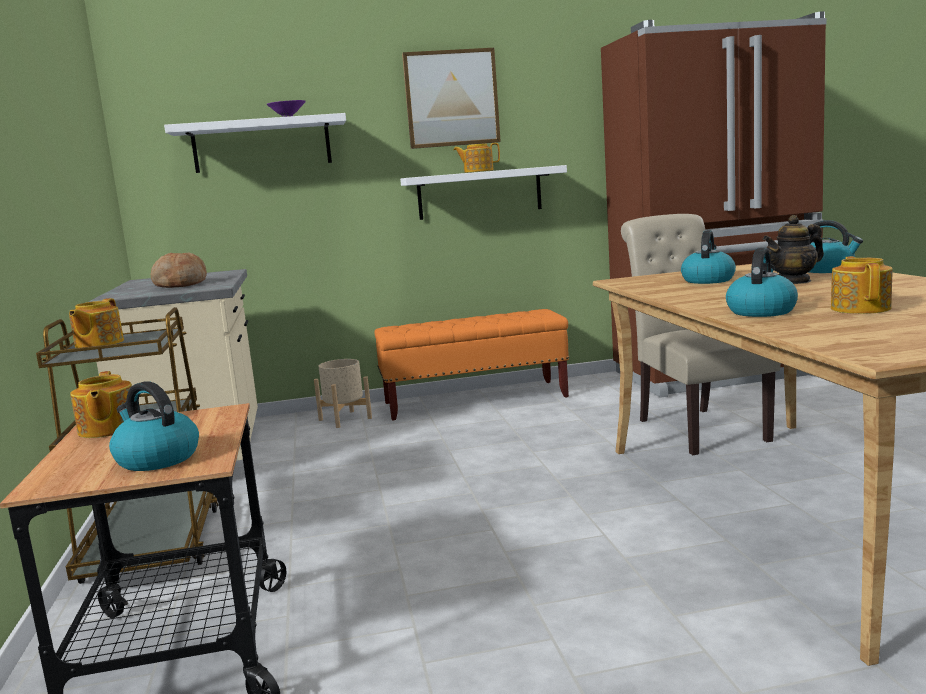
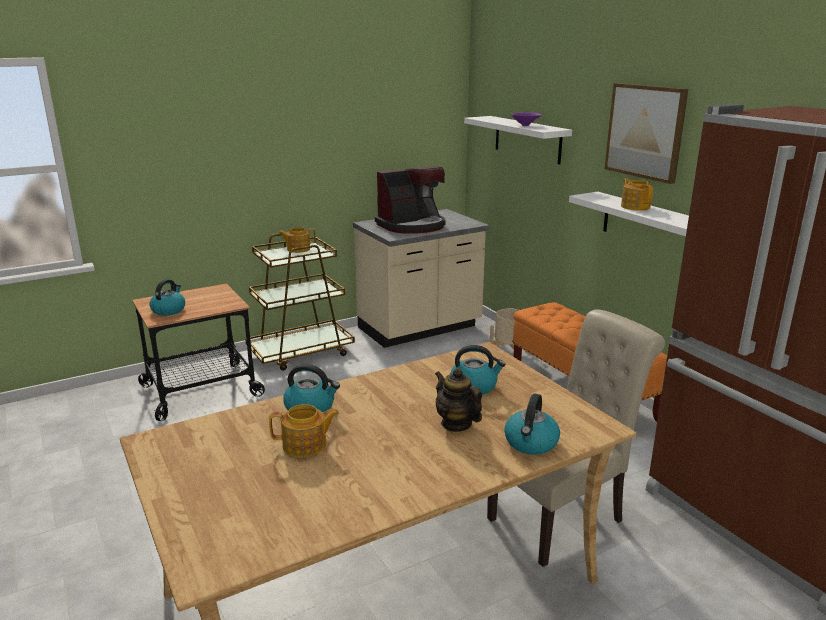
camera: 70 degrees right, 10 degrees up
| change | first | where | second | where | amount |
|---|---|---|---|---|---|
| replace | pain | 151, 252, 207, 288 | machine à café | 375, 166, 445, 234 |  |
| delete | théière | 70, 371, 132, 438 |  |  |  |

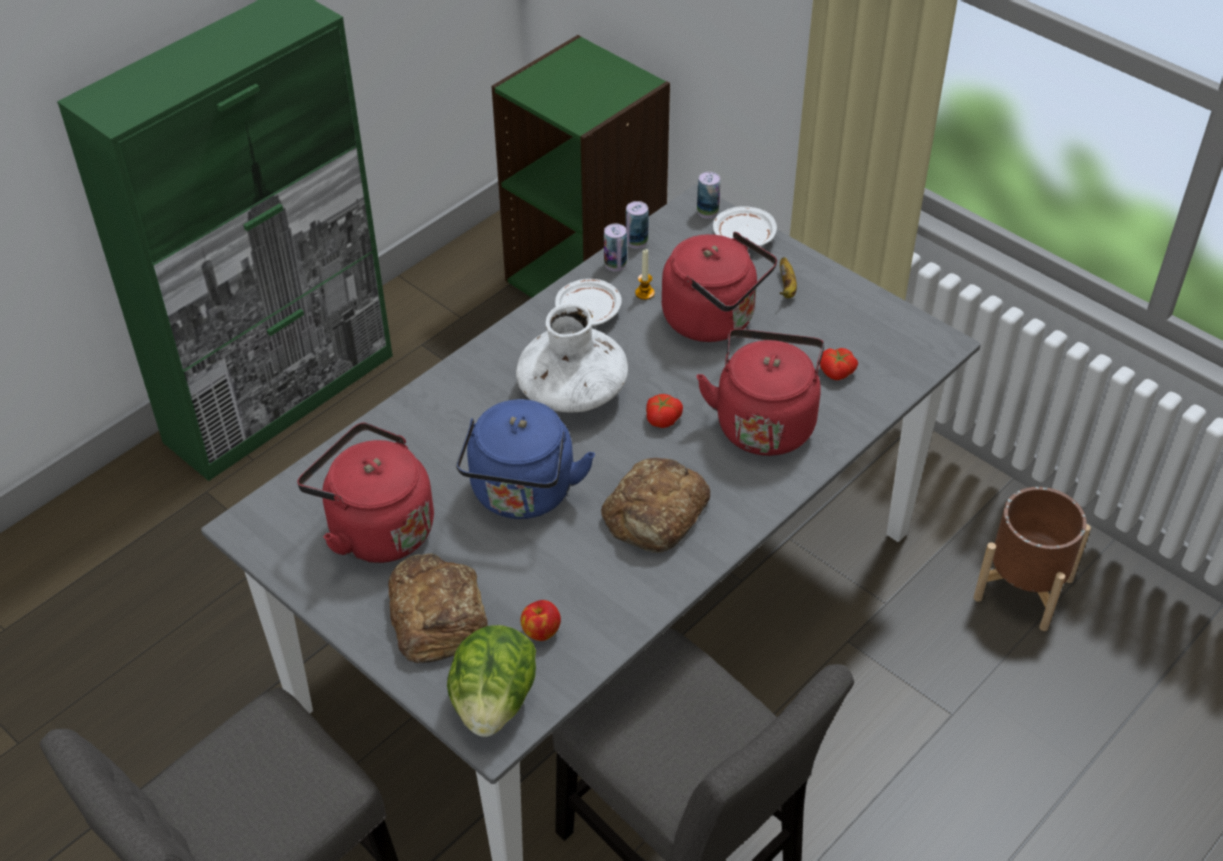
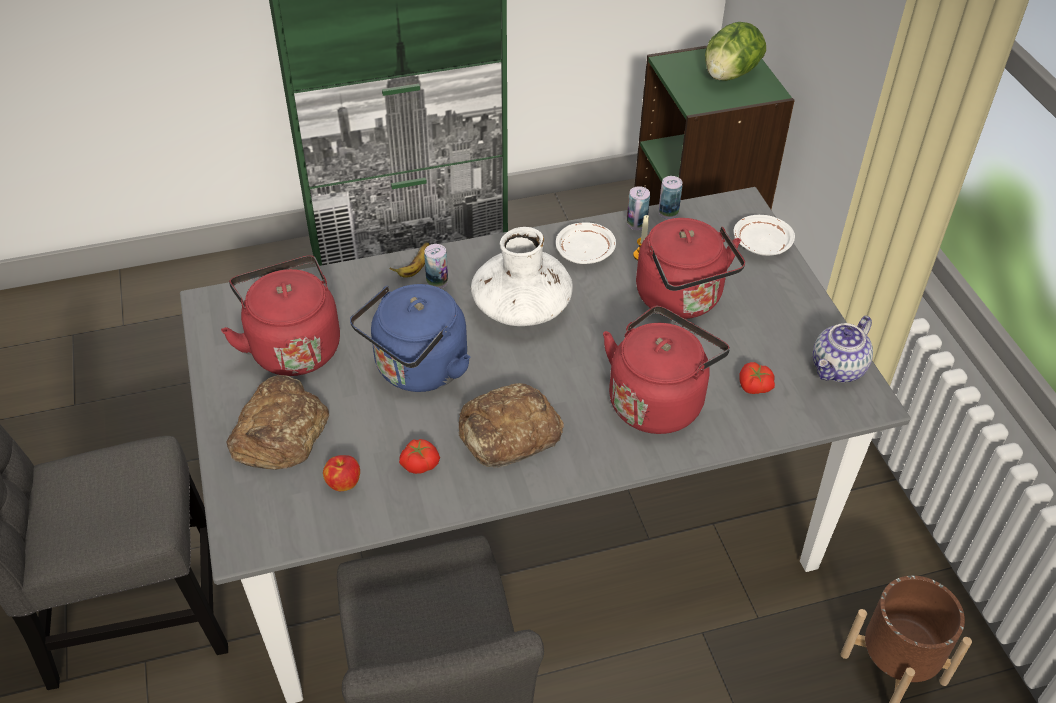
camera: 30 degrees right, 0 degrees up
| change | first | where | second | where | amount |
|---|---|---|---|---|---|
| move | boîte métallique | 697, 172, 720, 219 |  | 424, 244, 448, 289 |  |
| move | banane | 780, 257, 797, 298 |  | 389, 242, 429, 278 |  |
| move | tomate | 646, 394, 683, 428 |  | 399, 439, 440, 474 |  |
| move | laitue | 447, 625, 536, 737 |  | 705, 22, 766, 81 |  |
| insert |  |  | théière | 813, 316, 873, 382 |  |

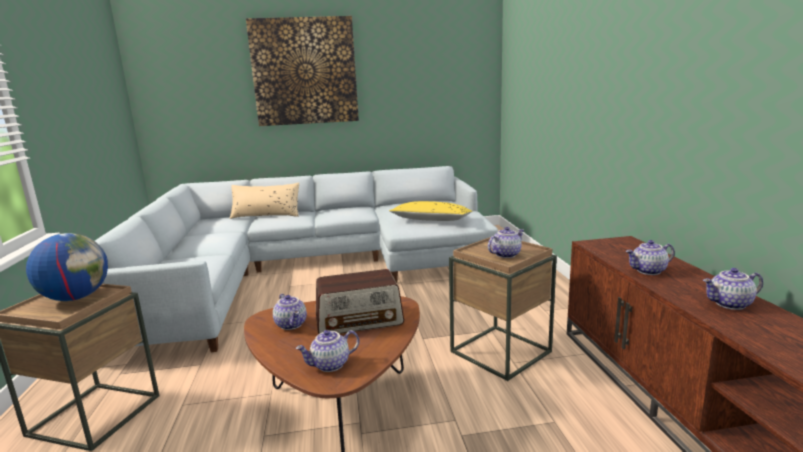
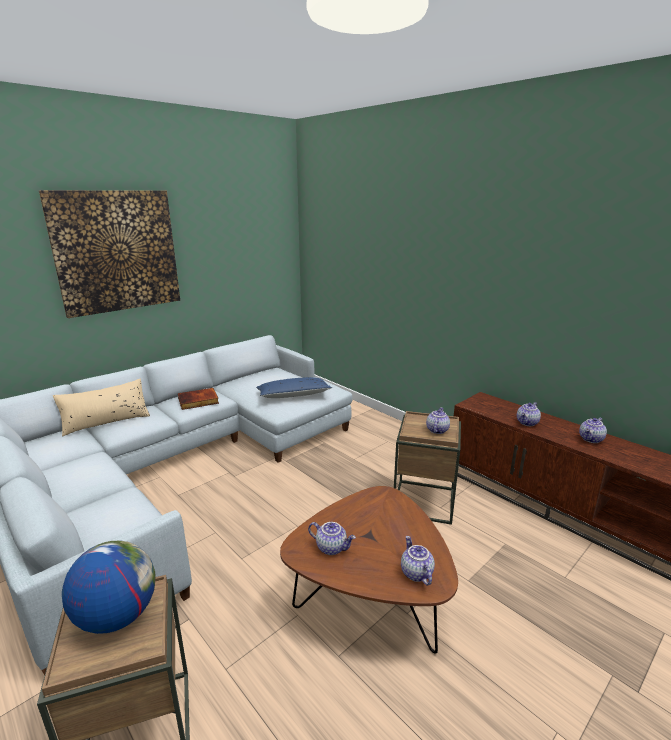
camera: 35 degrees left, 5 degrees up
| change | first | where | second | where | amount |
|---|---|---|---|---|---|
| recolor | coussin (jaune) | 389, 201, 472, 221 | coussin (bleu) | 256, 377, 332, 398 |  |
| delete | radio | 316, 269, 404, 334 |  |  |  |
| rotate | théière | 296, 330, 359, 372 |  | 401, 536, 435, 585 | 135 degrees clockwise |
| insert |  |  | livre | 178, 388, 219, 410 |  |

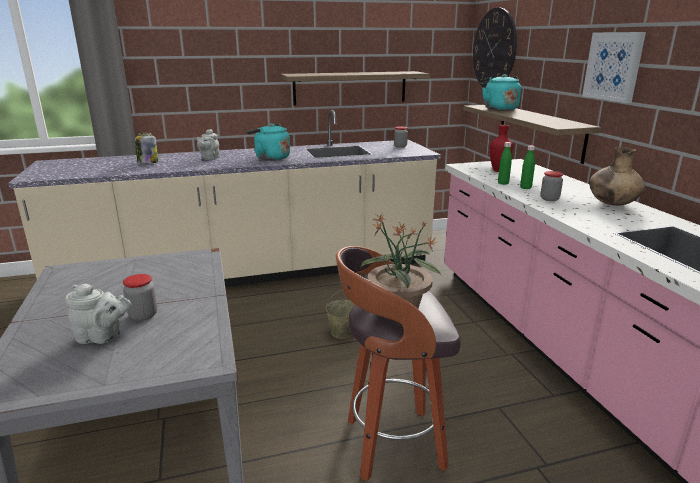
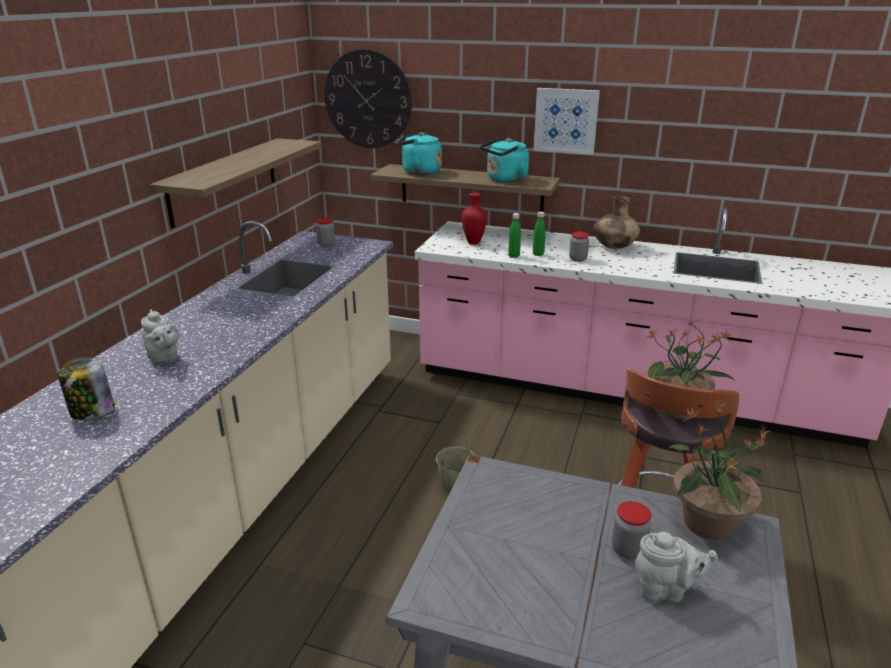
camera: 55 degrees left, 5 degrees up
| change | first | where | second | where | amount |
|---|---|---|---|---|---|
| move | bouilloire (turquoise) | 247, 124, 290, 161 |  | 480, 138, 529, 183 |  |
| rotate | théière (gris) | 65, 284, 131, 344 |  | 635, 532, 718, 602 | 60 degrees clockwise |
| insert |  |  | plante en pot | 667, 399, 770, 540 |  |

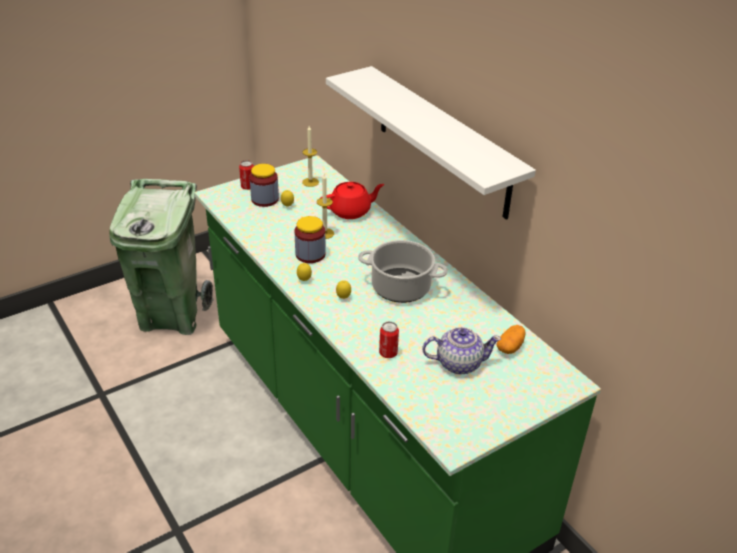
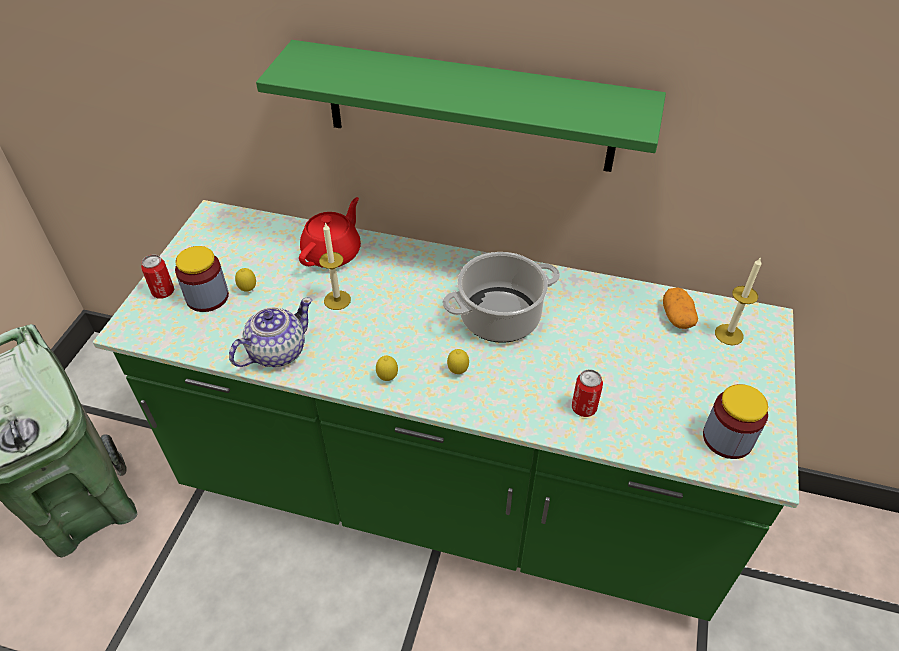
camera: 40 degrees left, 10 degrees up
| change | first | where | second | where | amount |
|---|---|---|---|---|---|
| recolor | étagère (blanc) | 326, 66, 536, 220 | étagère (vert) | 256, 40, 666, 172 |  |
| move | bougie | 302, 126, 319, 187 |  | 715, 257, 762, 345 |  |
| move | bocal | 295, 216, 326, 263 |  | 703, 384, 768, 459 |  |
| move | théière | 422, 327, 501, 374 |  | 229, 298, 312, 367 |  |

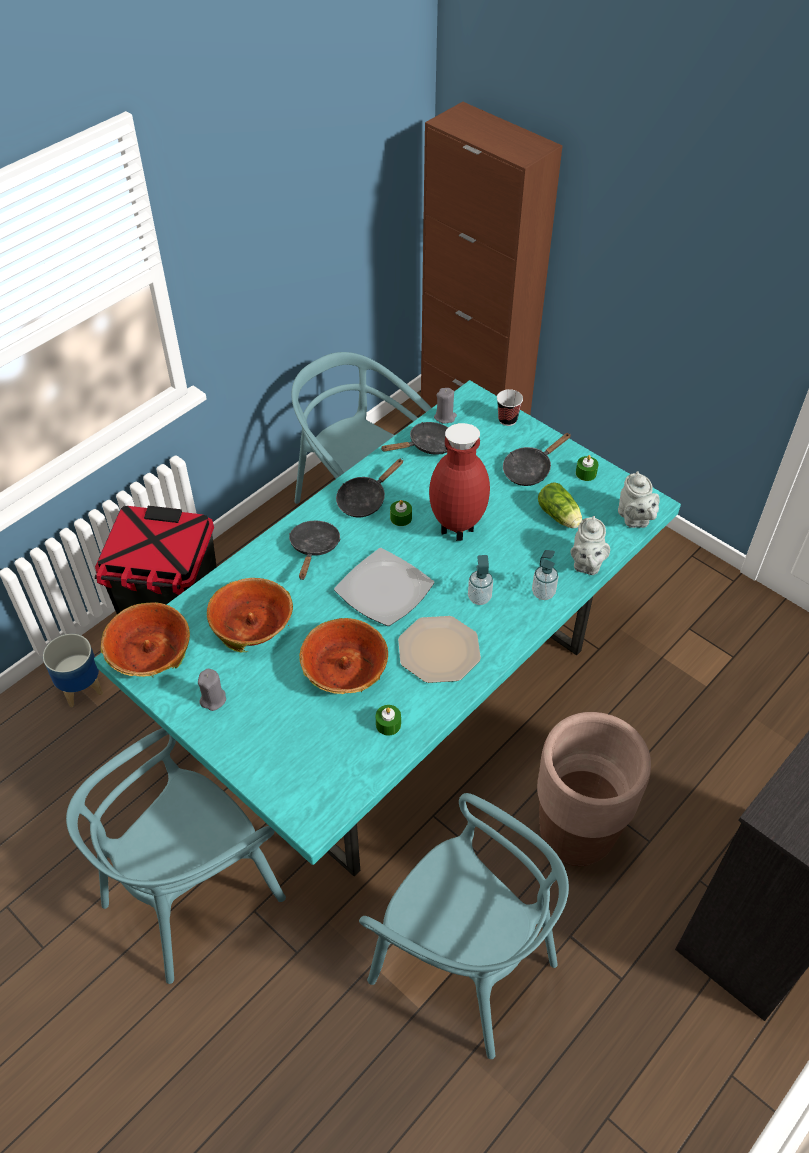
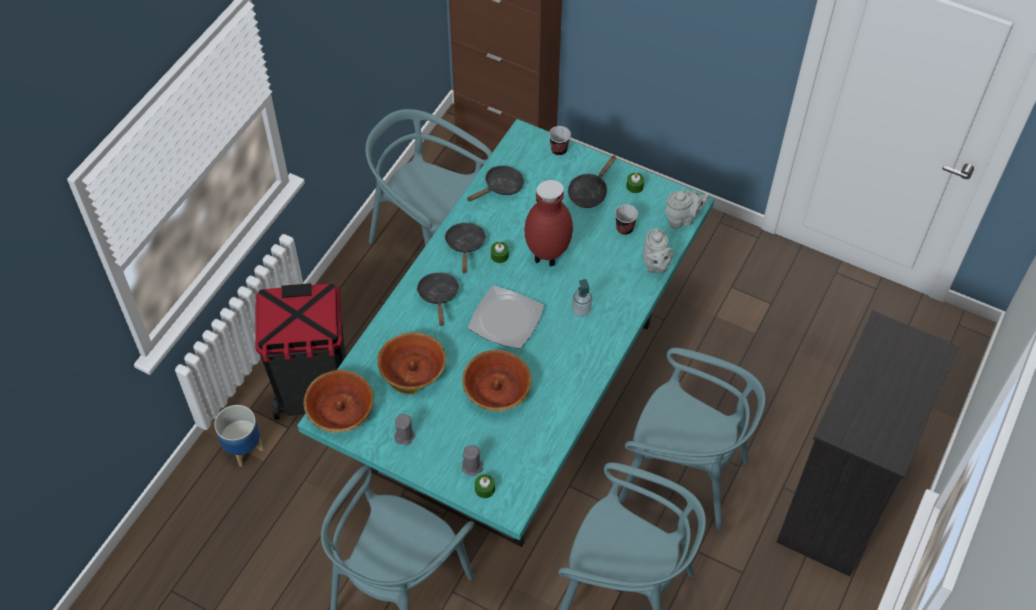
camera: 15 degrees left, 5 degrees up
| change | first | where | second | where | amount |
|---|---|---|---|---|---|
| move | bougie (gris) | 434, 388, 457, 424 |  | 462, 445, 483, 476 |  |
| rotate | poêle (noir) | 336, 459, 404, 517 |  | 444, 223, 486, 273 | 150 degrees clockwise |
| rotate | théière (gris) | 618, 471, 659, 528 |  | 666, 190, 710, 228 | 75 degrees counterclockwise |
| replace | laitue | 538, 483, 582, 528 | tasse | 615, 205, 638, 235 |  |
| delete | distributeur de savon | 532, 550, 559, 600 |  |  |  |
| delete | assiette | 398, 616, 481, 683 |  |  |  |
| move | bougie (vert) | 376, 705, 401, 735 |  | 475, 474, 495, 498 |  |
| replace | cache-pot (marron) | 537, 712, 651, 866 | chaise (turquoise) | 618, 348, 765, 531 |  |

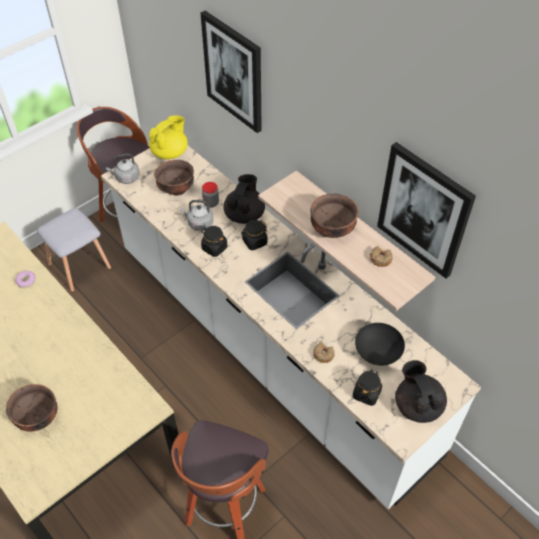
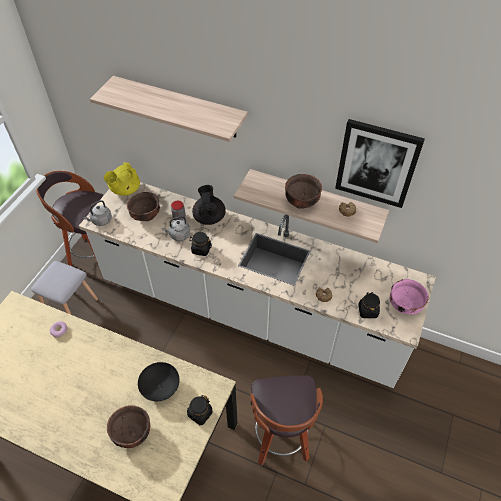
camera: 25 degrees left, 0 degrees up
| change | first | where | second | where | amount |
|---|---|---|---|---|---|
| replace | tableau | 201, 11, 262, 133 | étagère | 90, 76, 248, 142 |  |
| rotate | théière (jaune) | 149, 115, 188, 159 |  | 104, 162, 140, 196 | 150 degrees counterclockwise |
| move | bocal (noir) | 241, 220, 268, 250 |  | 187, 395, 213, 425 |  |
| move | bol (noir) | 355, 323, 405, 366 |  | 138, 362, 180, 401 |  |
| replace | théière (noir) | 395, 360, 447, 423 | bol (rose) | 390, 279, 429, 315 |  |

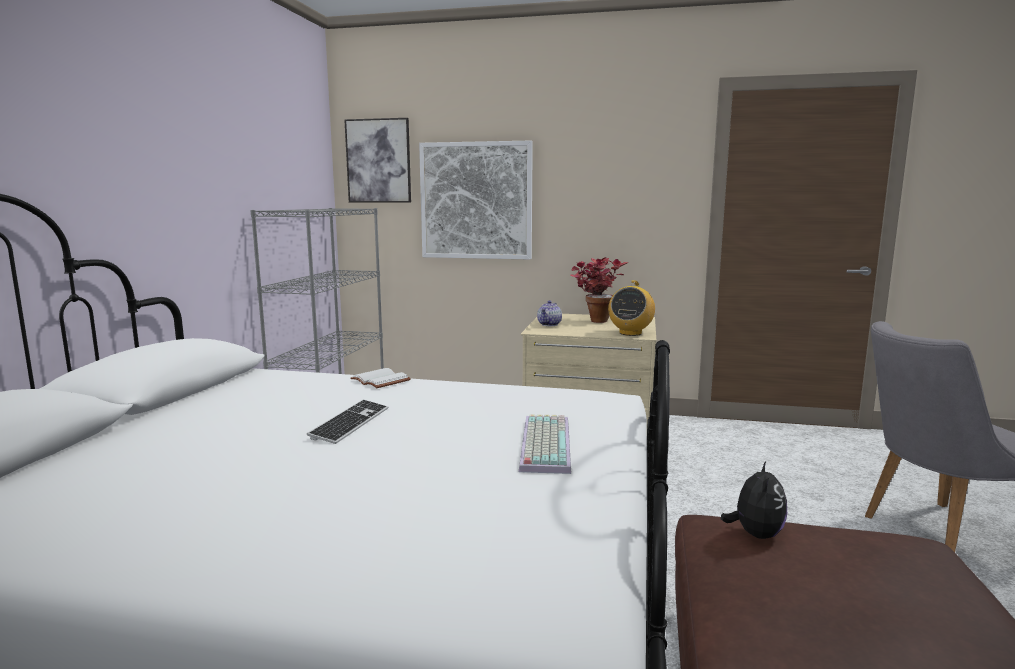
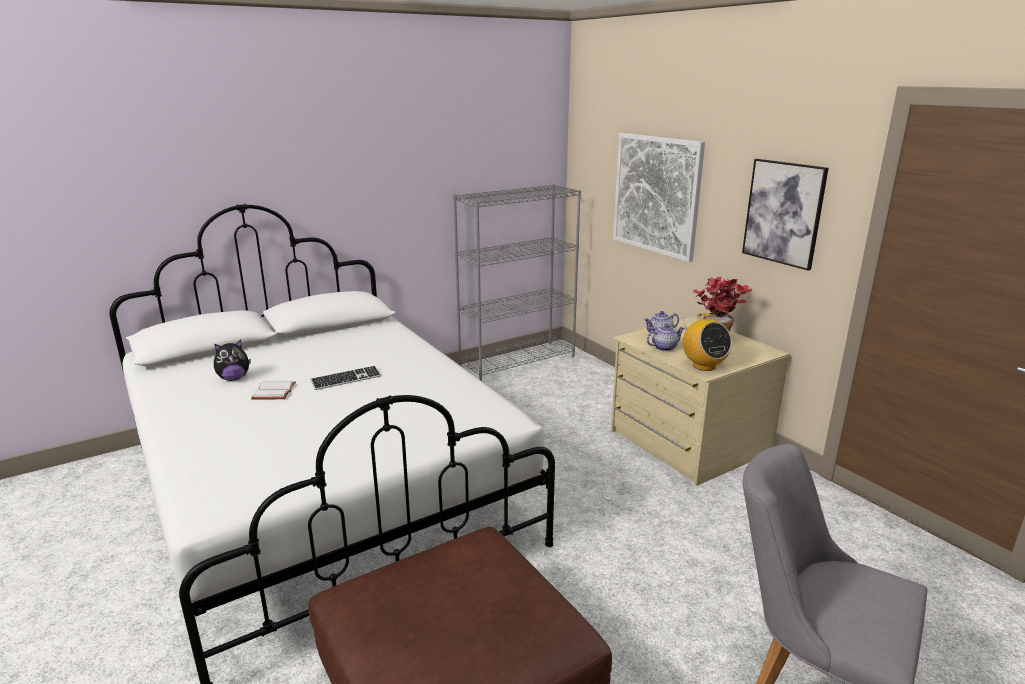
camera: 45 degrees right, 10 degrees up
| change | first | where | second | where | amount |
|---|---|---|---|---|---|
| move | tableau | 344, 118, 411, 203 |  | 742, 159, 829, 271 |  |
| rotate | radio | 608, 280, 655, 336 |  | 683, 313, 732, 371 | 90 degrees counterclockwise |
| move | livre (blanc) | 350, 368, 411, 388 |  | 251, 381, 296, 399 |  |
| delete | clavier | 519, 414, 571, 474 |  |  |  |
| move | peluche | 721, 461, 787, 539 |  | 214, 340, 251, 381 |  |
| insert |  |  | théière | 647, 324, 684, 351 |  |

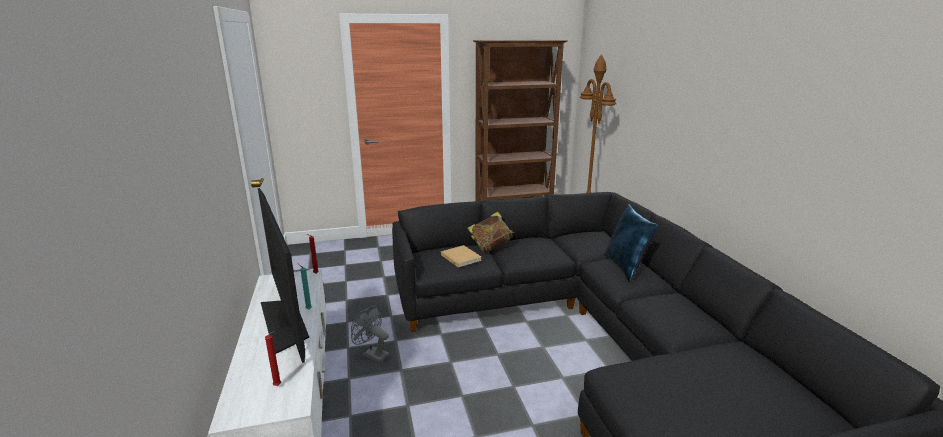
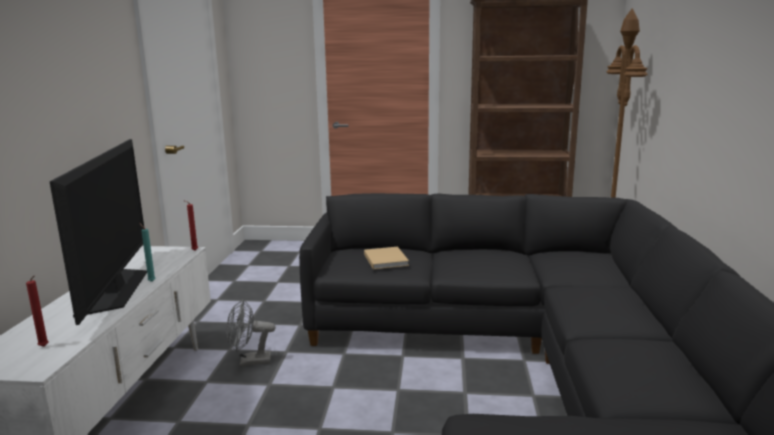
camera: 20 degrees right, 5 degrees down
| change | first | where | second | where | amount |
|---|---|---|---|---|---|
| delete | coussin (bleu) | 603, 204, 659, 283 |  |  |  |
| delete | livre | 468, 212, 514, 253 |  |  |  |
| rotate | ventilateur (gris) | 351, 306, 390, 363 |  | 226, 299, 275, 366 | 60 degrees counterclockwise |

